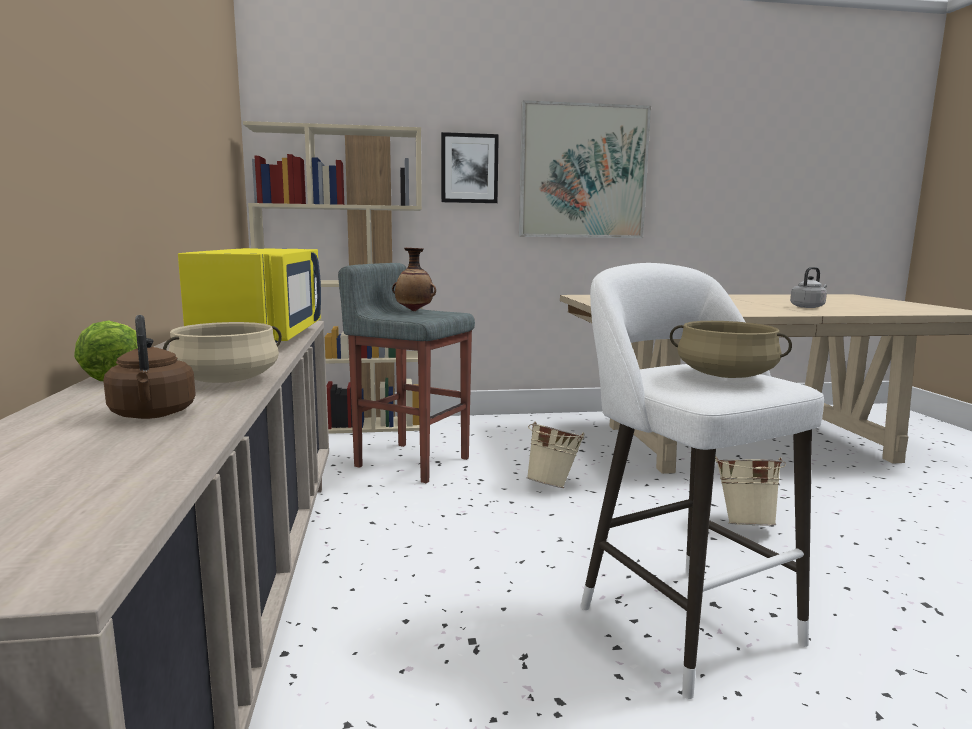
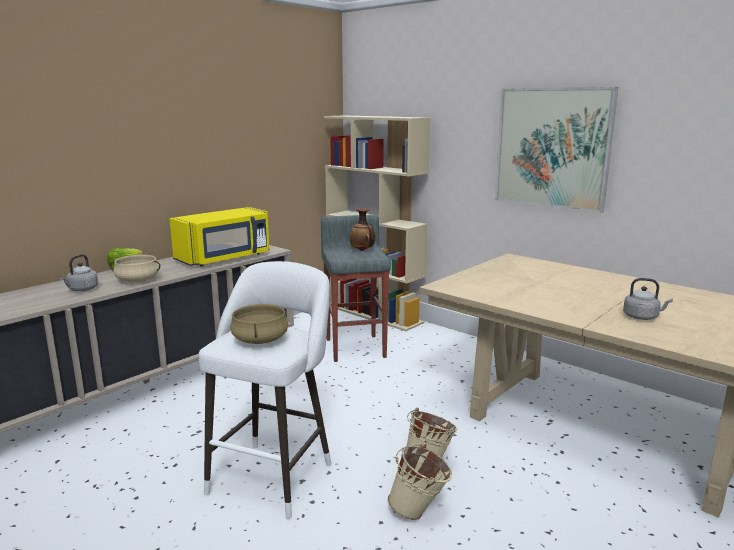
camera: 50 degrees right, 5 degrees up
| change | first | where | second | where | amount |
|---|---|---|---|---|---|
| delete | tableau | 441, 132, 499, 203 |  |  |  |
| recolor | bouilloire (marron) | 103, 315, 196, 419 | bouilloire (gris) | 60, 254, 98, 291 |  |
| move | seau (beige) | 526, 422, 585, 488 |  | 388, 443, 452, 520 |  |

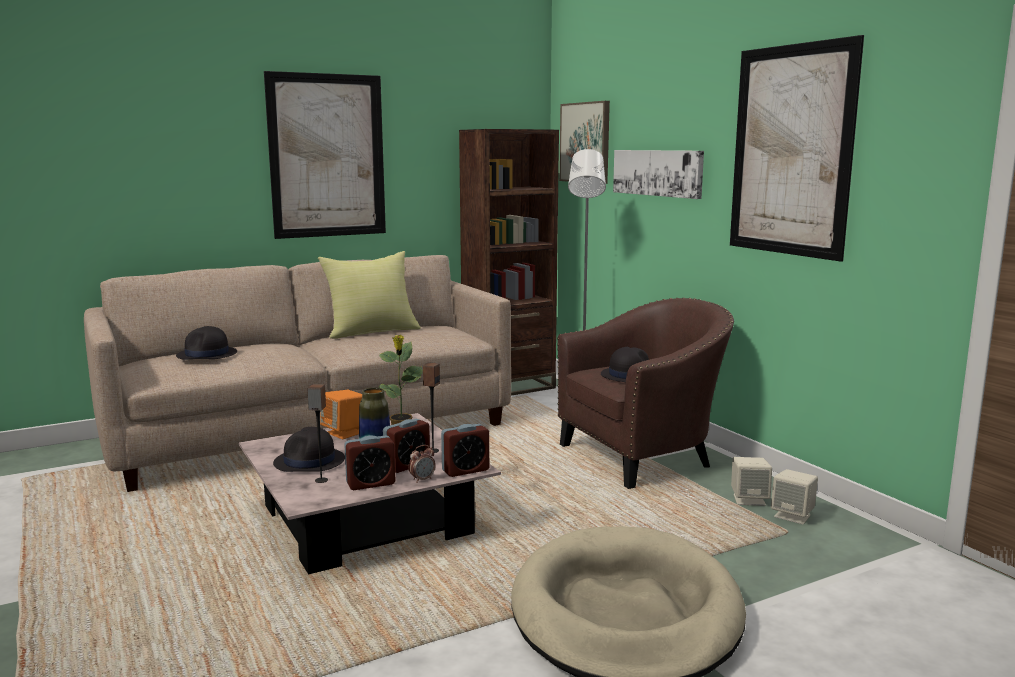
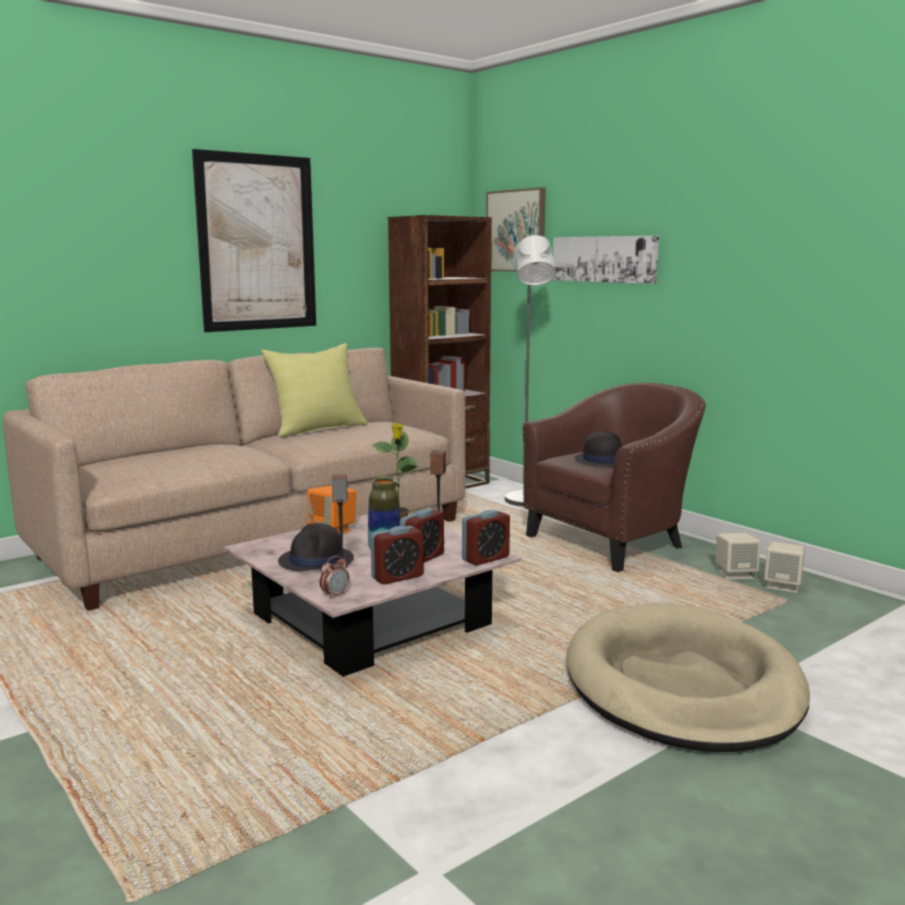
camera: 10 degrees left, 0 degrees up
| change | first | where | second | where | amount |
|---|---|---|---|---|---|
| delete | tableau | 730, 35, 864, 262 |  |  |  |
| delete | chapeau (noir) | 176, 326, 237, 360 |  |  |  |
| move | réveil | 408, 445, 436, 483 |  | 319, 556, 349, 599 |  |

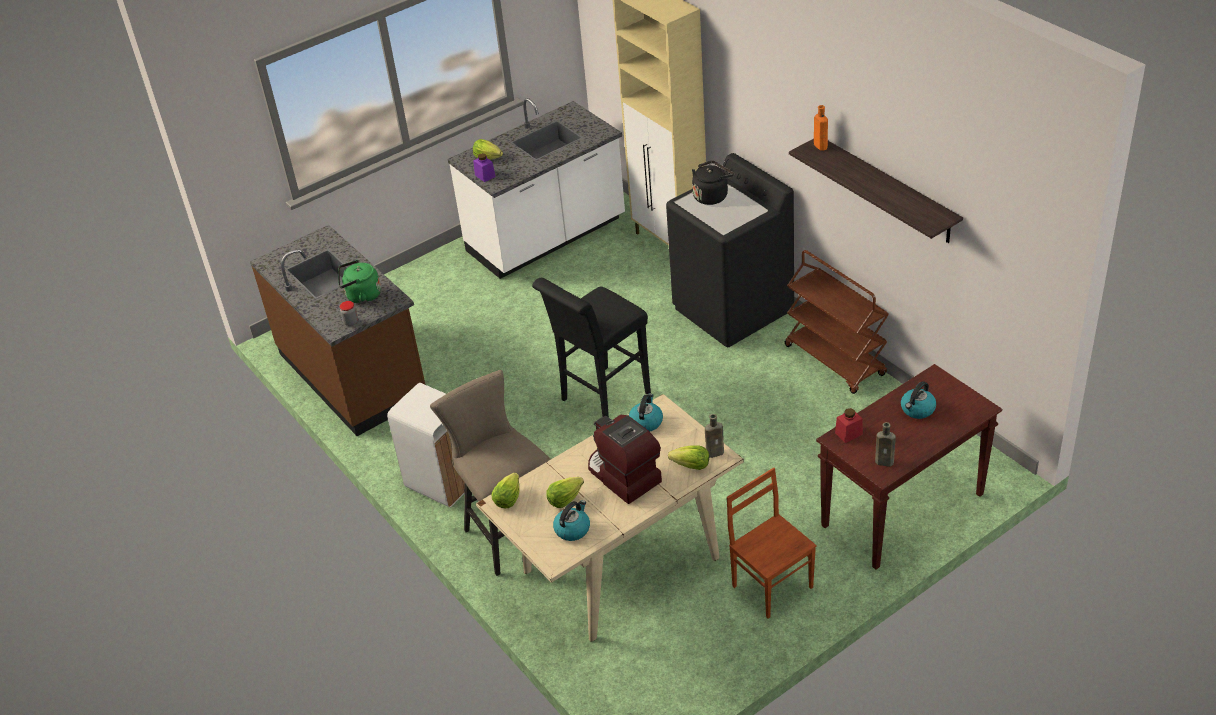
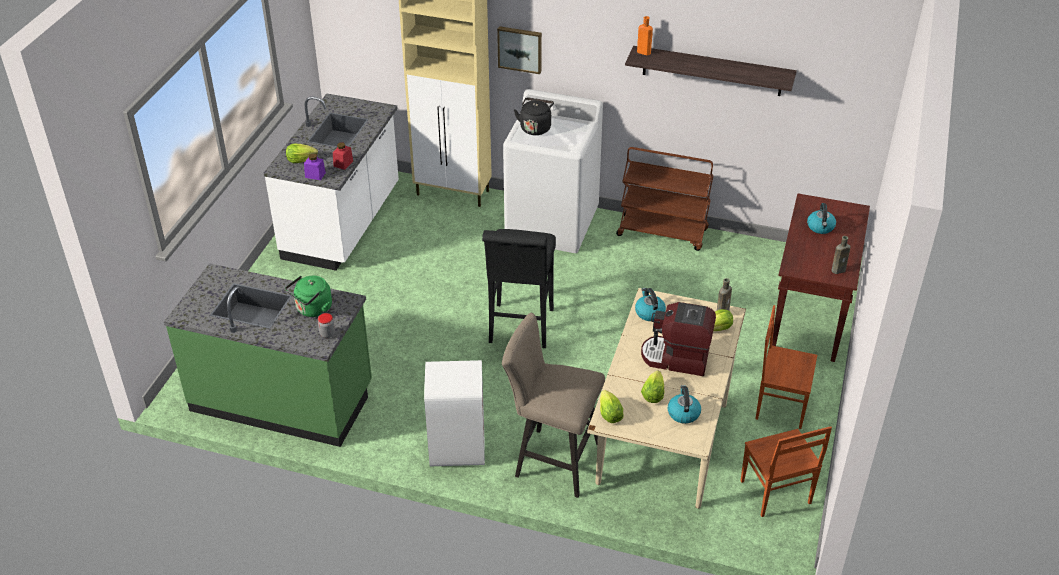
camera: 40 degrees left, 0 degrees up
| change | first | where | second | where | amount |
|---|---|---|---|---|---|
| recolor | lave-linge (noir) | 666, 153, 794, 347 | lave-linge (blanc) | 503, 89, 603, 253 |  |
| recolor | comptoir de cuisine (marron) | 250, 225, 425, 436 | comptoir de cuisine (vert) | 164, 263, 372, 447 |  |
| move | bocal (rouge) | 835, 408, 863, 443 |  | 333, 142, 353, 170 |  |
| insert |  |  | tableau | 497, 26, 542, 74 |  |
| insert |  |  | chaise (marron) | 740, 426, 832, 517 |  |

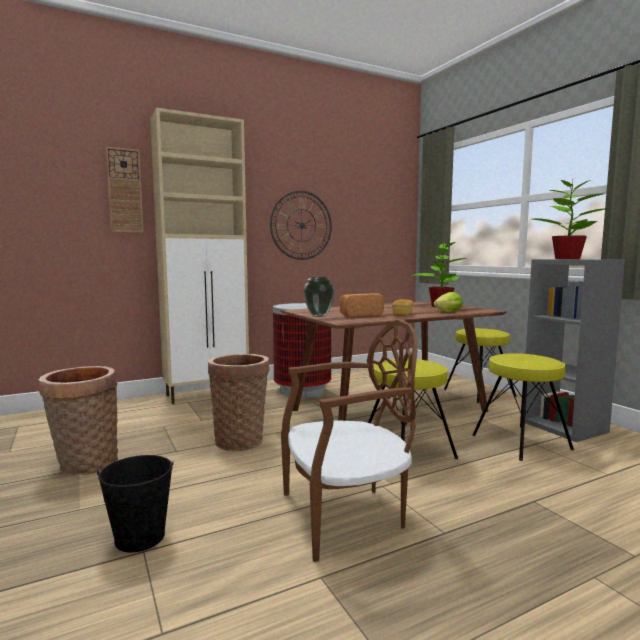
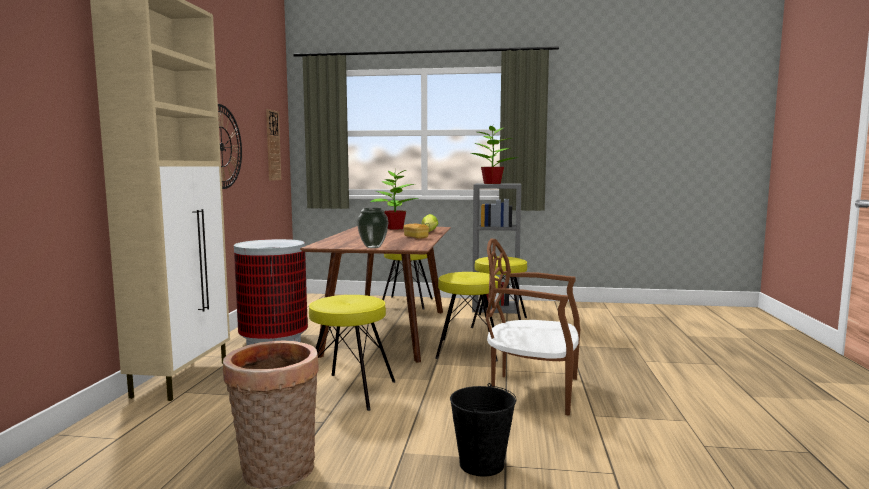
camera: 55 degrees left, 0 degrees up
| change | first | where | second | where | amount |
|---|---|---|---|---|---|
| move | horloge murale | 106, 147, 144, 233 |  | 266, 109, 281, 181 |  |
| delete | pain | 340, 294, 384, 317 |  |  |  |
| rotate | chaise (marron) | 281, 320, 418, 562 |  | 486, 238, 580, 415 | 90 degrees counterclockwise |
| replace | panier | 208, 354, 269, 451 | tabouret (jaune) | 309, 295, 395, 411 |  |

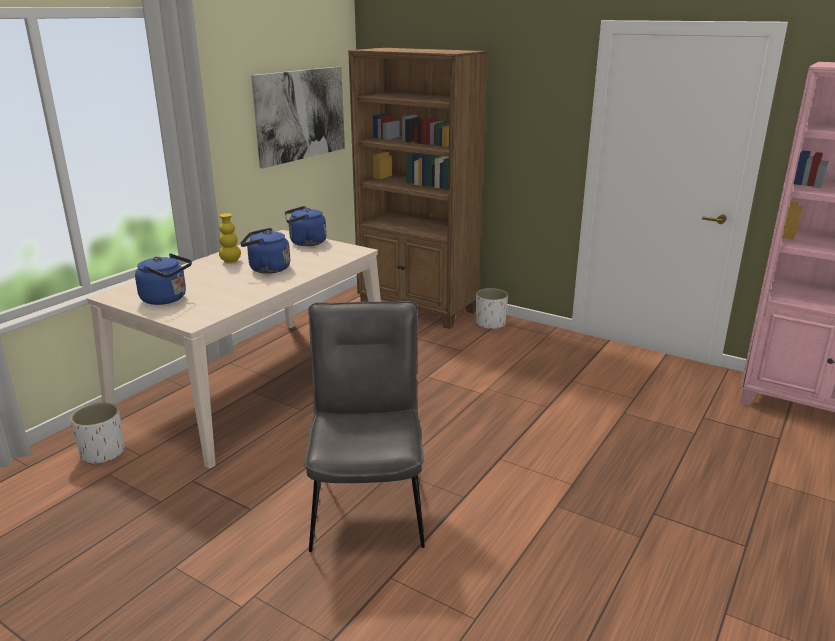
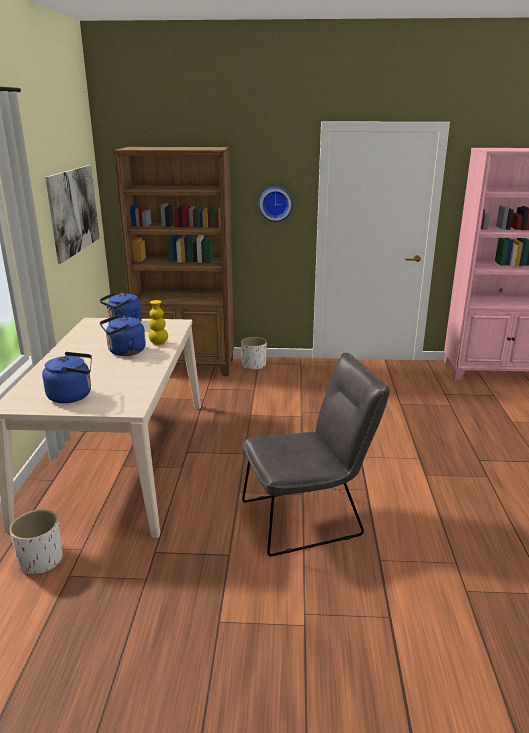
camera: 30 degrees left, 0 degrees up
| change | first | where | second | where | amount |
|---|---|---|---|---|---|
| move | vase (jaune) | 219, 213, 241, 263 |  | 149, 300, 168, 345 |  |
| rotate | chaise (gris) | 304, 301, 425, 552 |  | 242, 353, 390, 556 | 105 degrees clockwise |
| insert |  |  | horloge murale | 259, 187, 293, 222 |  |

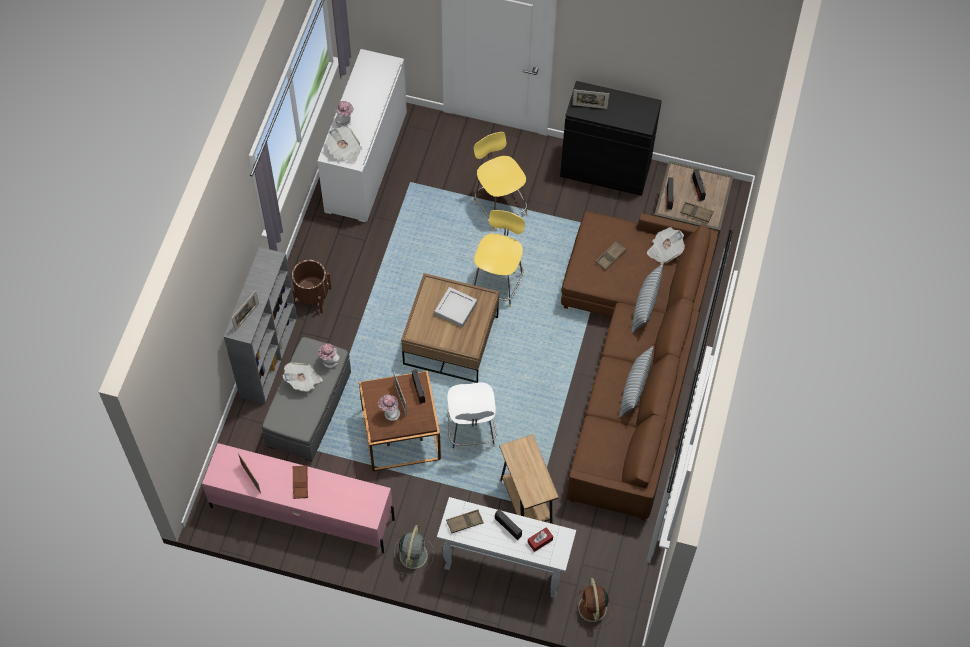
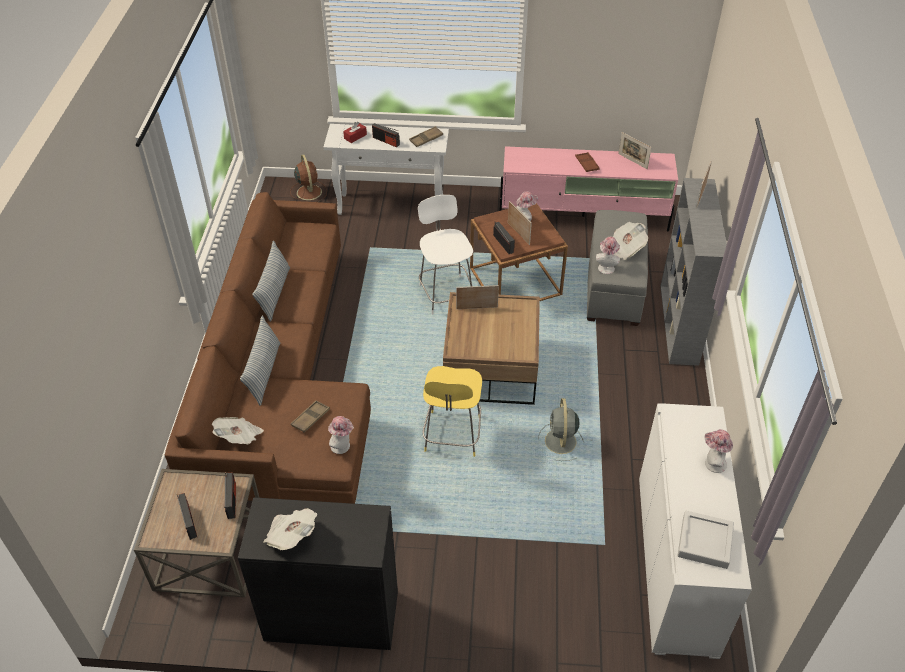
camera: 170 degrees right, 15 degrees down
| change | first | where | second | where | amount |
|---|---|---|---|---|---|
| move | cadre photo | 572, 90, 609, 109 |  | 456, 285, 499, 309 |  |
| move | journal | 326, 126, 362, 164 |  | 264, 508, 317, 550 |  |
| delete | tabouret (jaune) | 474, 132, 527, 231 |  |  |  |
| delete | plateau (marron) | 680, 202, 714, 222 |  |  |  |
| delete | cache-pot (marron) | 292, 260, 331, 314 |  |  |  |
| move | plateau (gris) | 434, 287, 477, 327 |  | 678, 511, 734, 569 |  |
| delete | table d'appoint (marron) | 499, 434, 559, 524 |  |  |  |
| move | ventilateur (gris) | 394, 525, 434, 575 |  | 538, 398, 584, 461 |  |
| insert |  |  | chapeau | 328, 416, 354, 454 |  |

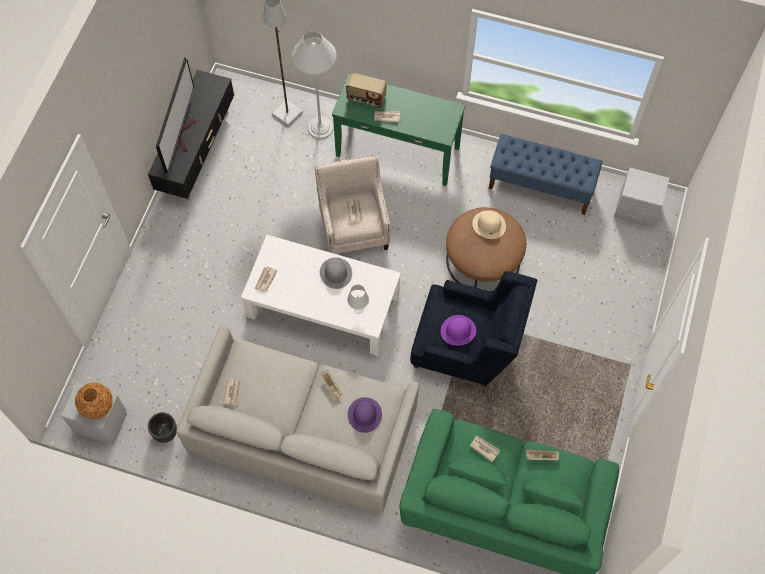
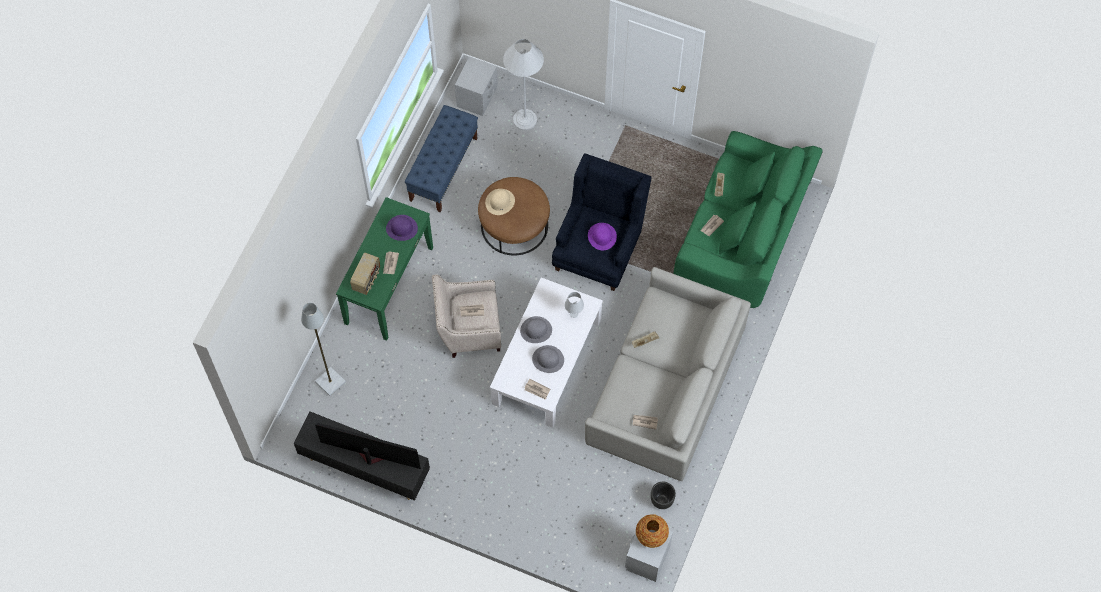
camera: 85 degrees left, 0 degrees up
| change | first | where | second | where | amount |
|---|---|---|---|---|---|
| move | lampadaire (blanc) | 292, 31, 337, 139 |  | 503, 39, 544, 130 |  |
| move | chapeau (violet) | 348, 397, 382, 433 |  | 386, 215, 418, 241 |  |
| insert |  |  | chapeau (gris) | 532, 345, 564, 373 |  |

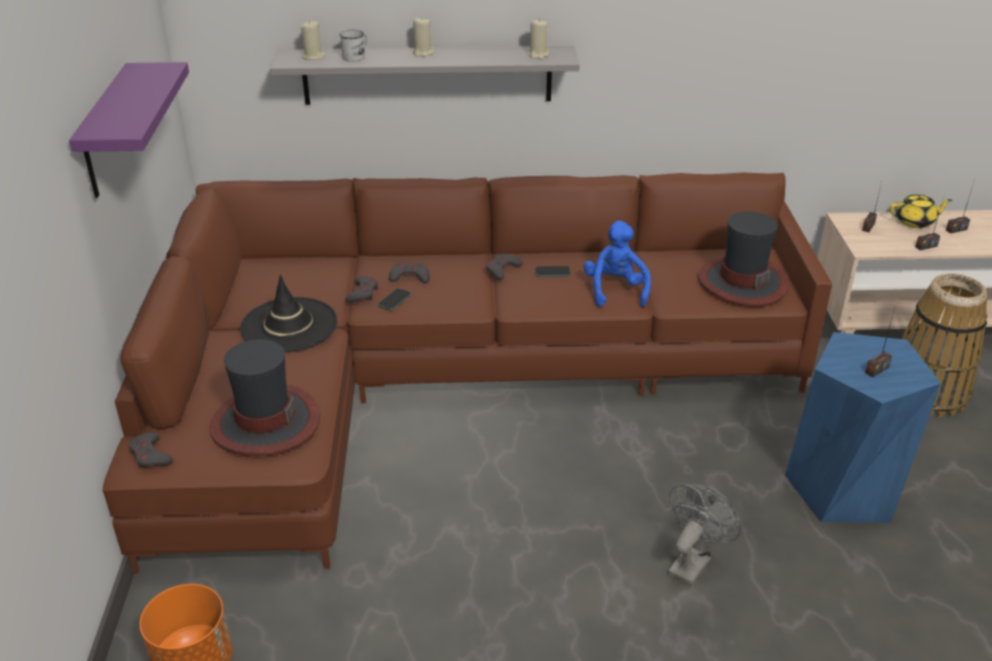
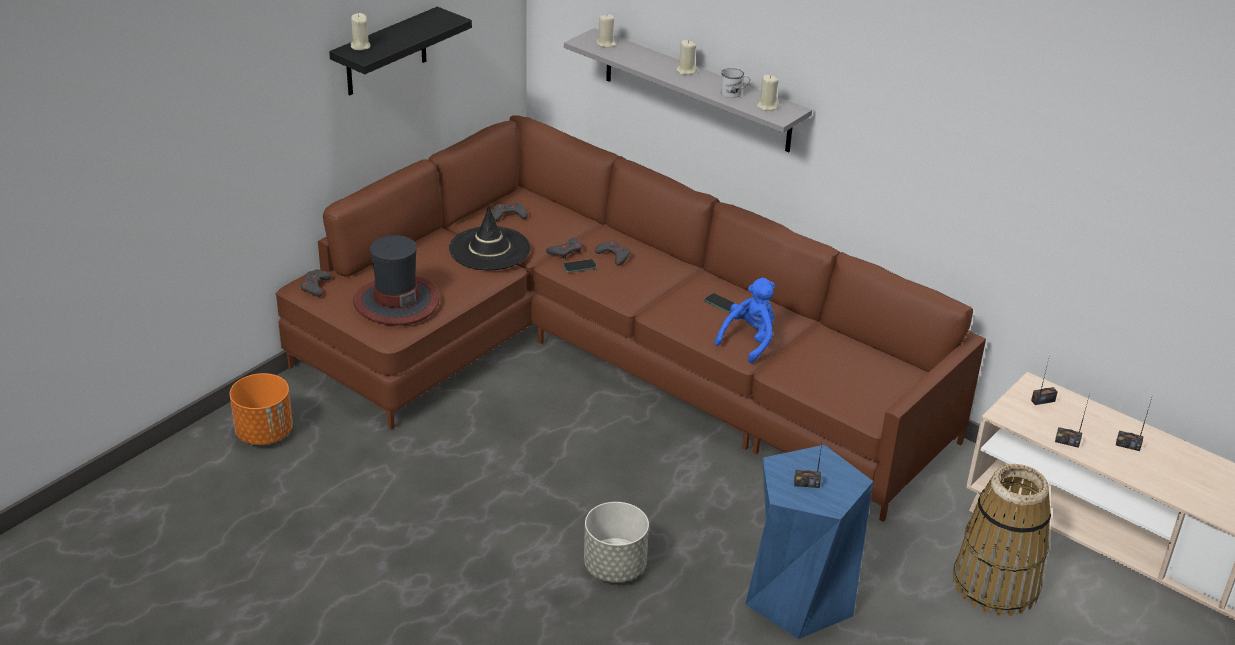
camera: 40 degrees right, 0 degrees up
| change | first | where | second | where | amount |
|---|---|---|---|---|---|
| move | mug (blanc) | 339, 30, 367, 62 |  | 721, 68, 750, 98 |  |
| recolor | étagère (violet) | 69, 62, 189, 198 | étagère (noir) | 329, 7, 472, 95 |  |
| delete | théière (jaune) | 890, 194, 952, 228 |  |  |  |
| delete | chapeau | 698, 212, 789, 307 |  |  |  |
| move | manette (gris) | 486, 253, 523, 280 |  | 492, 203, 528, 221 |  |
| replace | ventilateur (gris) | 668, 484, 741, 586 | cache-pot (gris) | 584, 502, 649, 583 |  |
| insert |  |  | bougie (beige) | 351, 13, 370, 50 |  |

